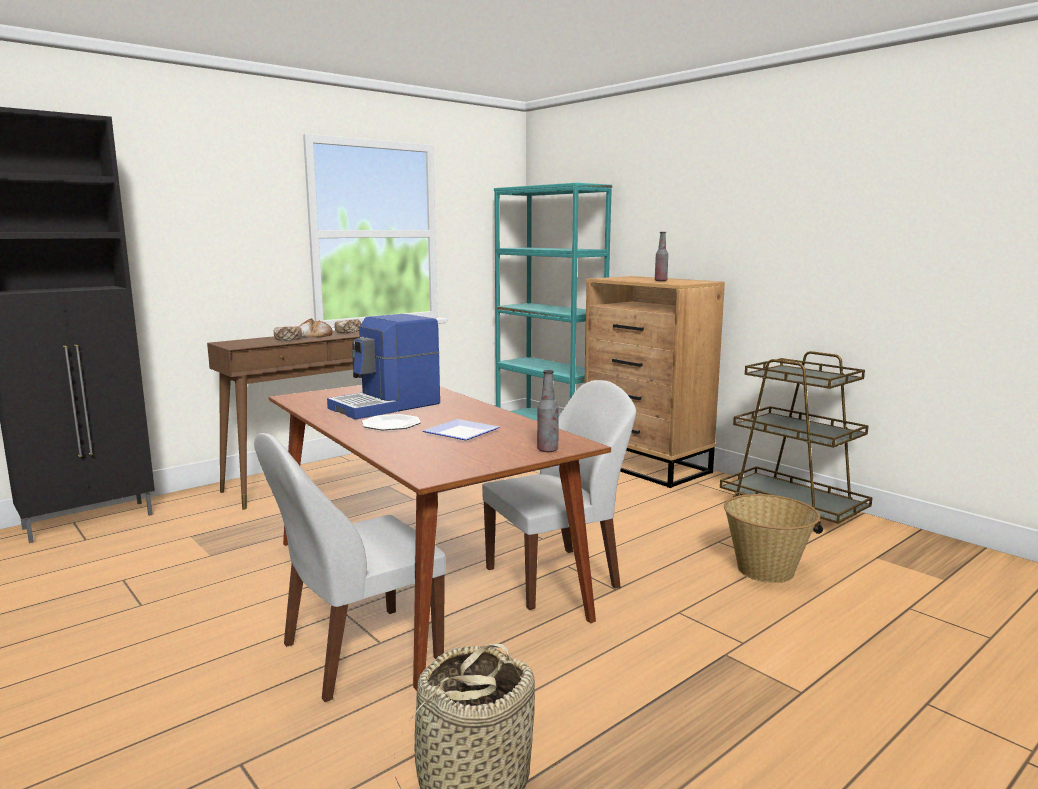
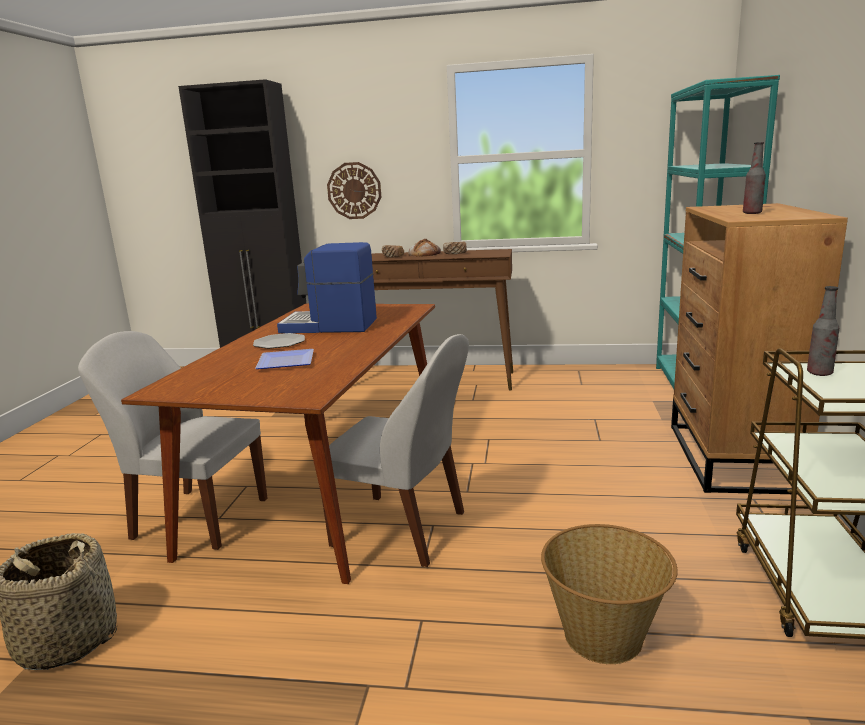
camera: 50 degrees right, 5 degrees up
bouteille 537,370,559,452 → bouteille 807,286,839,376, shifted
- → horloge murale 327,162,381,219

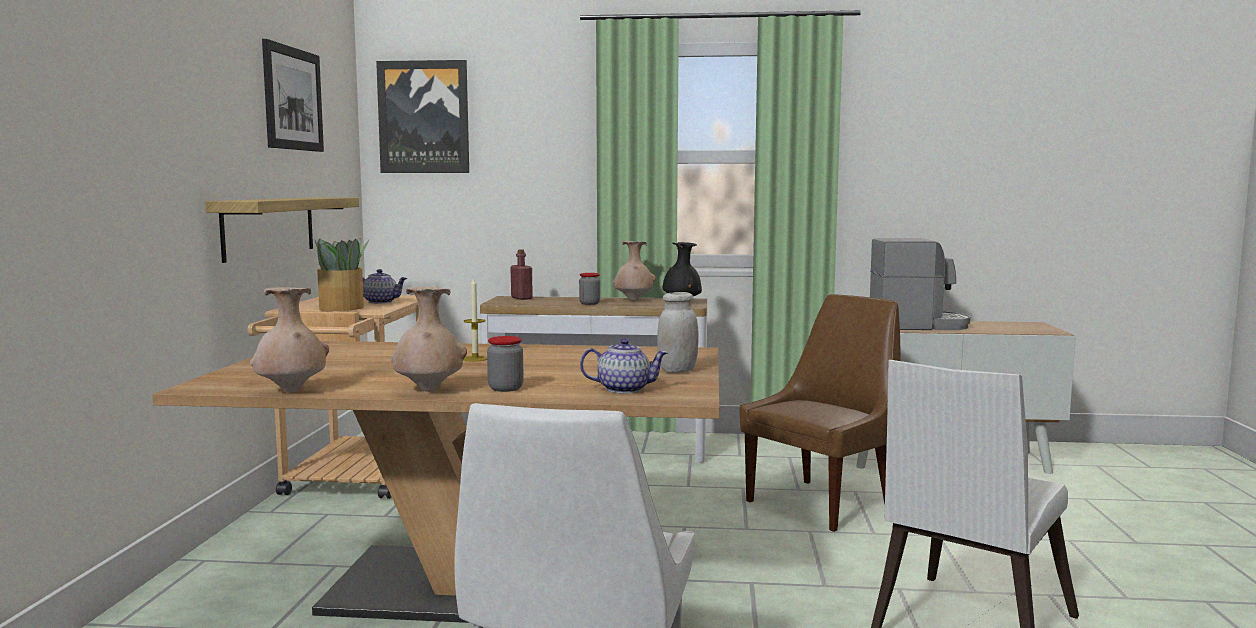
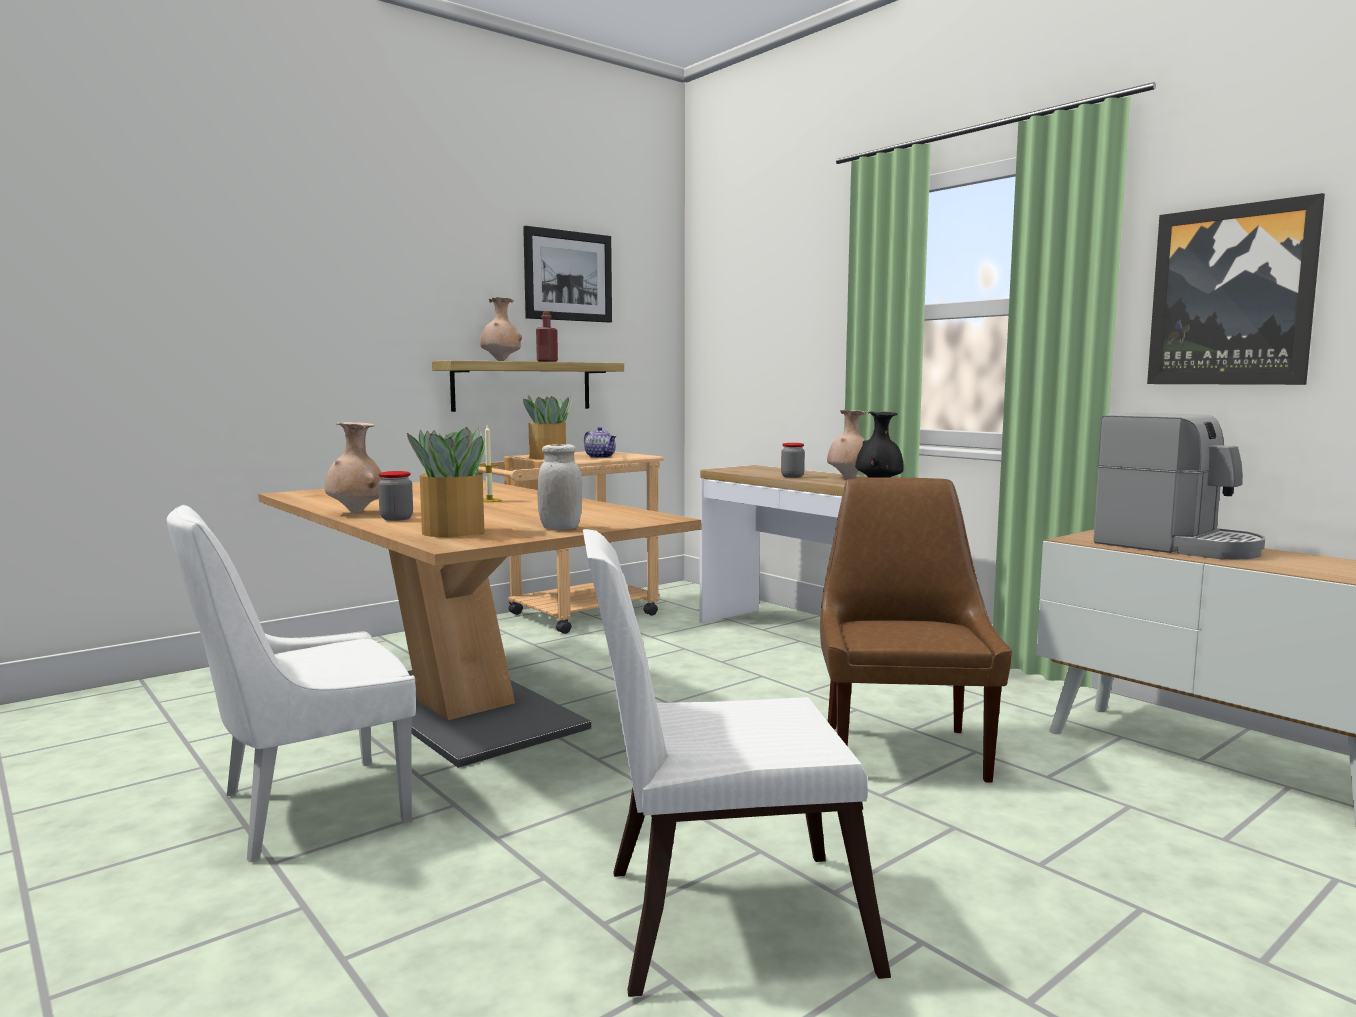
camera: 45 degrees right, 0 degrees up
vase/beige 250,287,329,392 → vase/beige 480,297,522,361, shifted
tableau 376,60,469,173 → tableau 1147,193,1325,385, shifted
bouteille/rouge 510,249,533,300 → bouteille/rouge 536,311,558,362, shifted
théière 580,338,668,394 → plante en pot 407,427,485,537
chaise/marron 739,294,901,532 → chaise/marron 820,477,1012,783, 90 degrees counterclockwise

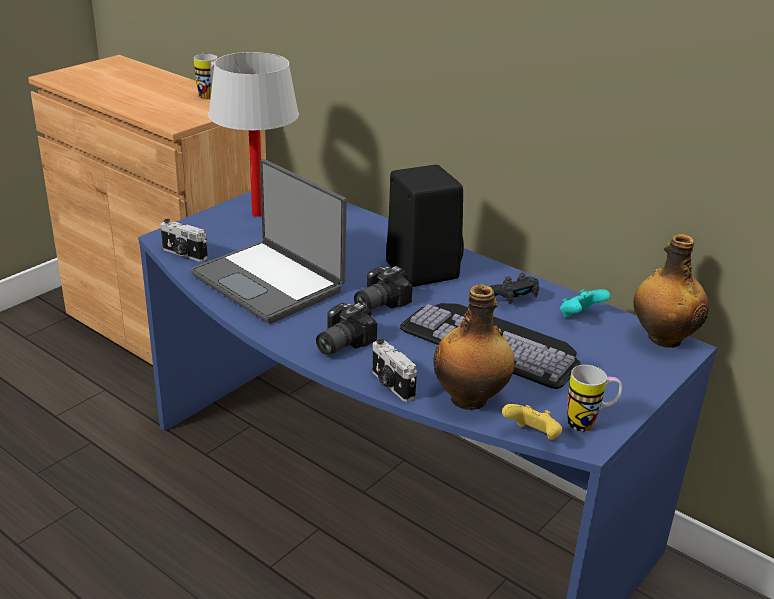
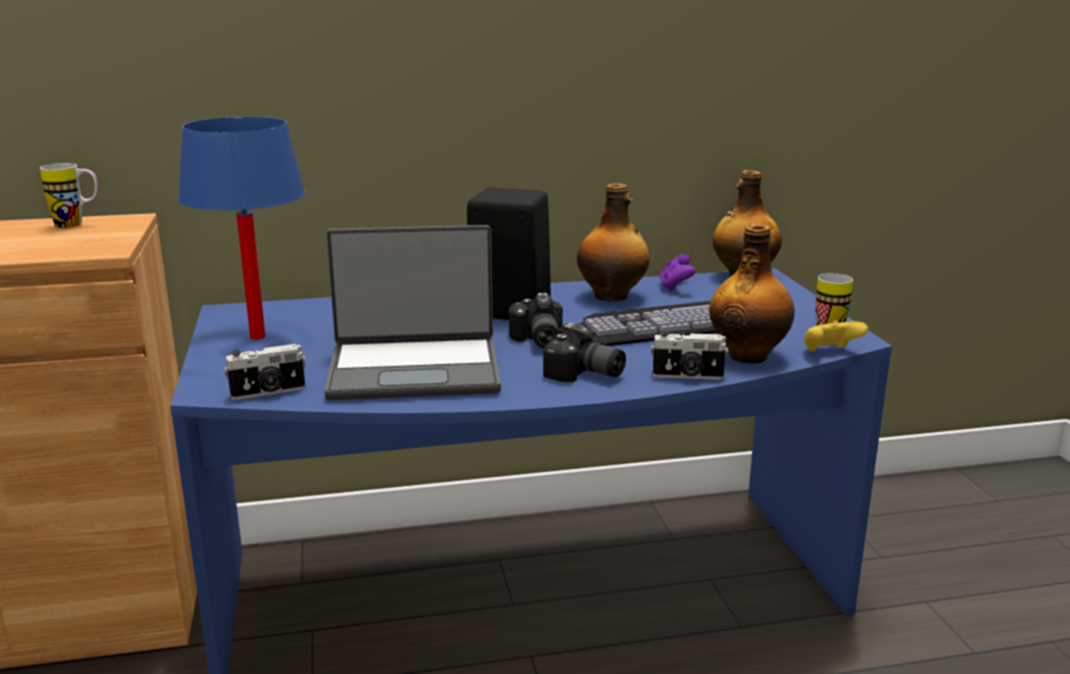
camera: 50 degrees left, 10 degrees down
lampe de table/blanc 208,52,299,217 → lampe de table/bleu 178,117,305,339
appareil photo 316,303,377,355 → appareil photo 543,323,626,382, 45 degrees counterclockwise
manette/noir 489,273,539,304 → bouteille 577,183,650,302
manette/turquoise 560,289,611,318 → manette/violet 659,254,696,291

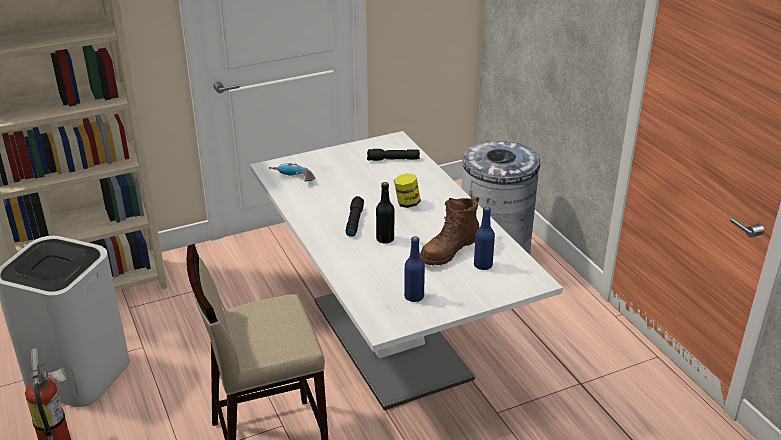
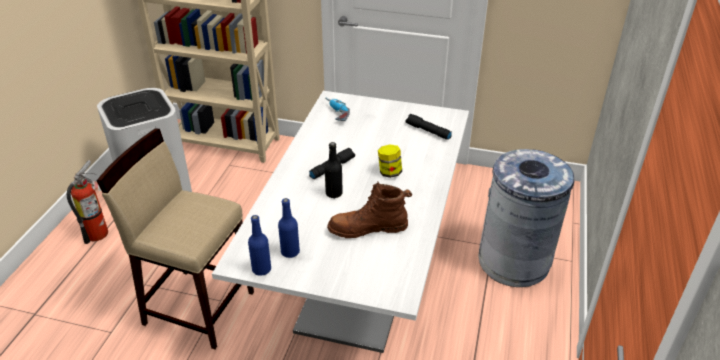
camera: 40 degrees right, 5 degrees up
bouteille/bleu 474,207,495,270 → bouteille/bleu 248,215,271,276, shifted

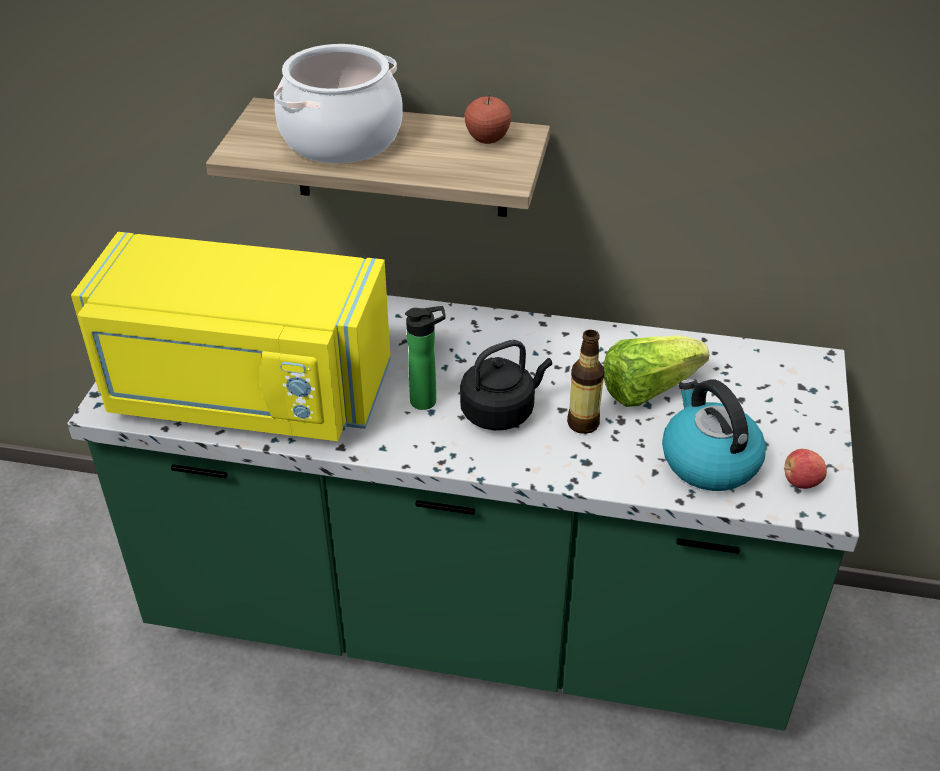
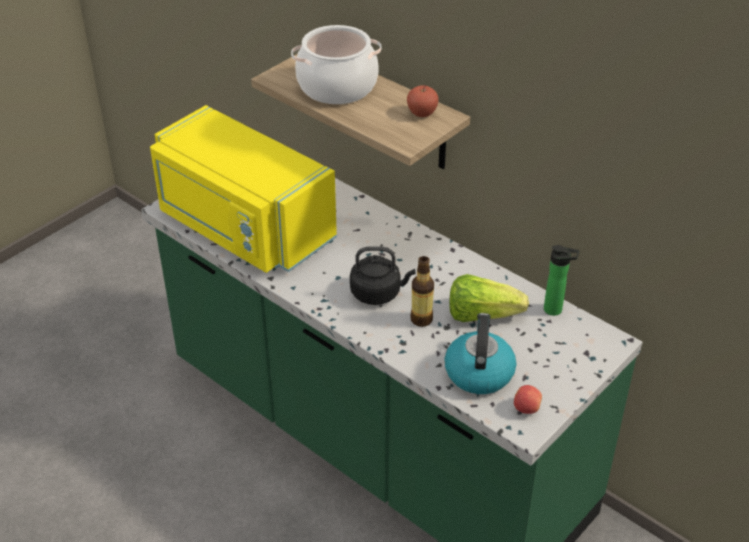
camera: 30 degrees right, 0 degrees up
bouteille 405,306,446,410 → bouteille 544,245,580,316, shifted

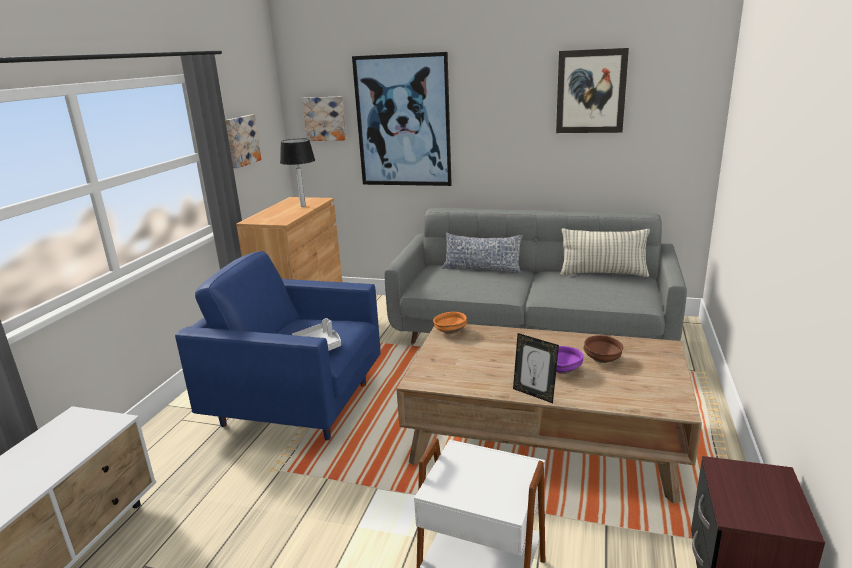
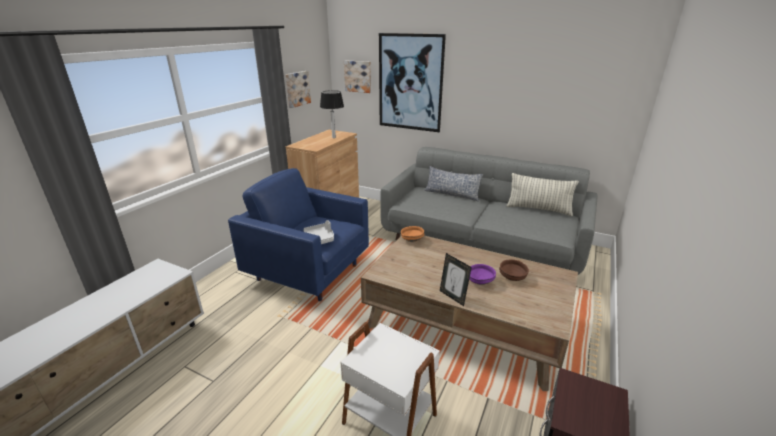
camera: 10 degrees right, 5 degrees up
tableau 556,48,629,133 → -

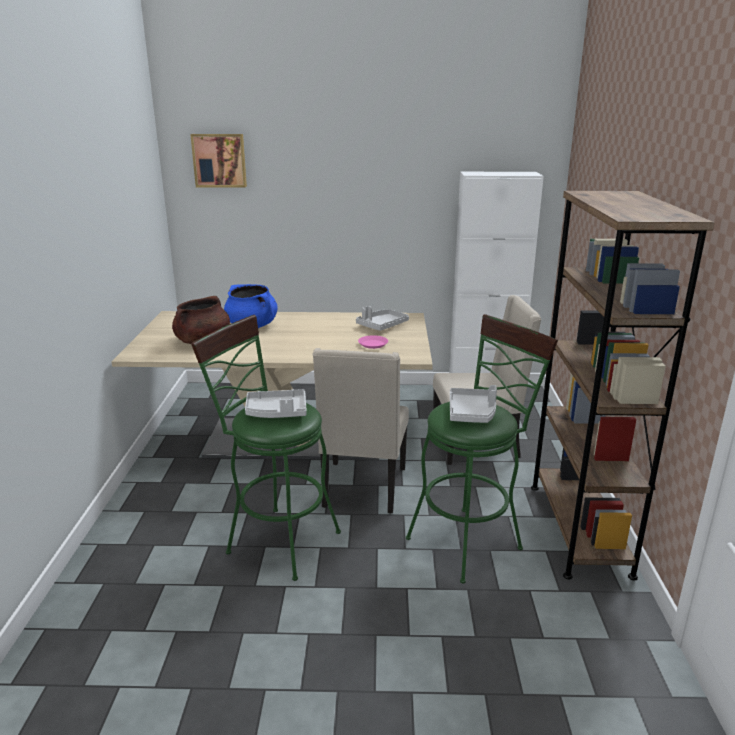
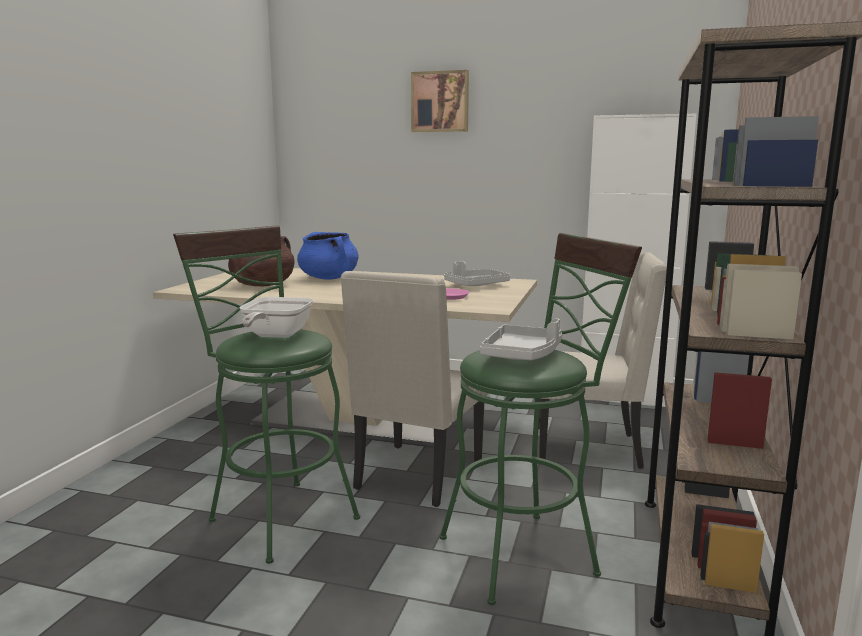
camera: 15 degrees right, 10 degrees down
tableau 190,134,247,188 → tableau 411,70,469,132, shifted
plateau/gris 245,389,307,418 → poêle 239,297,313,338

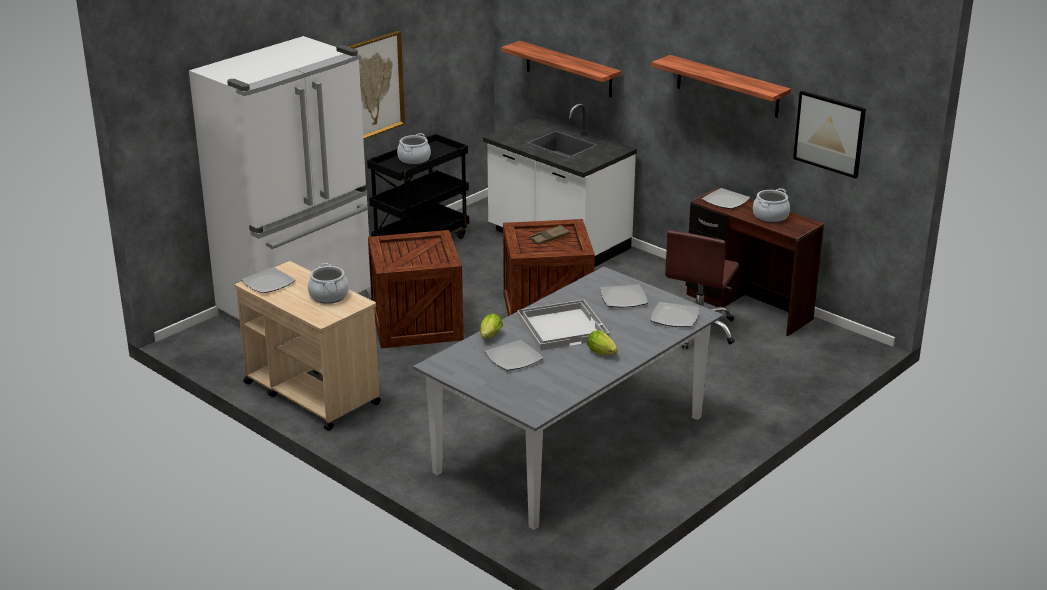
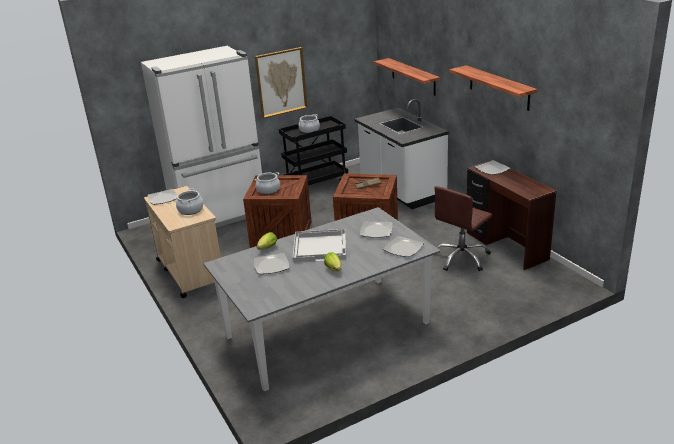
camera: 20 degrees right, 0 degrees up
marmite 753,188,790,223 → marmite 254,172,280,194, shifted
tableau 793,91,866,179 → -

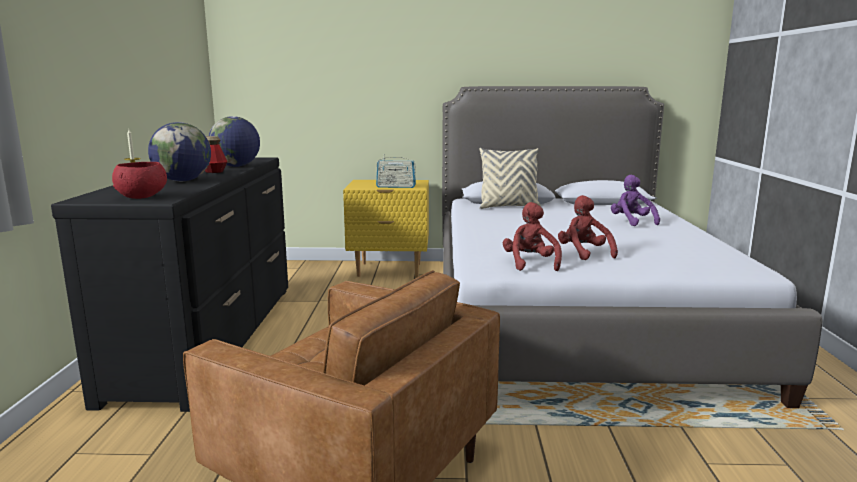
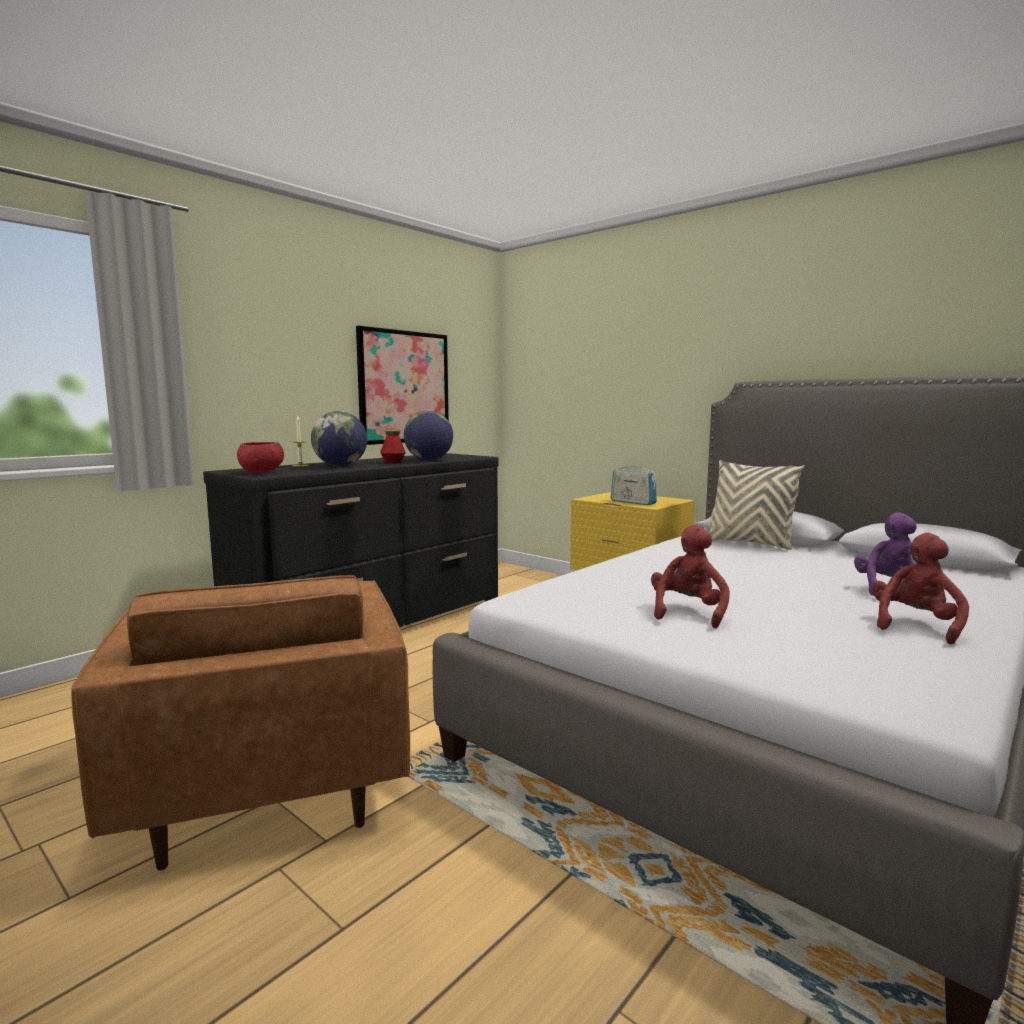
camera: 40 degrees right, 5 degrees down
peluche/rouge 503,202,562,271 → peluche/rouge 872,533,969,644, shifted
- → tableau 356,326,449,445

